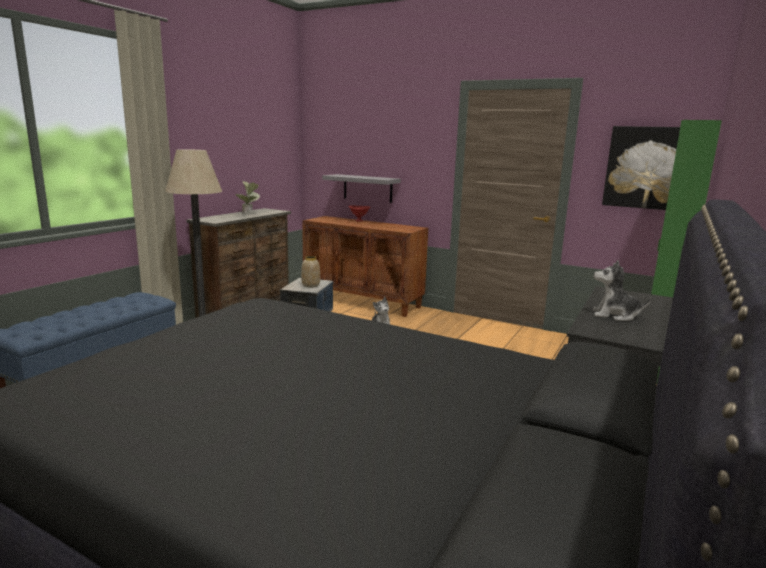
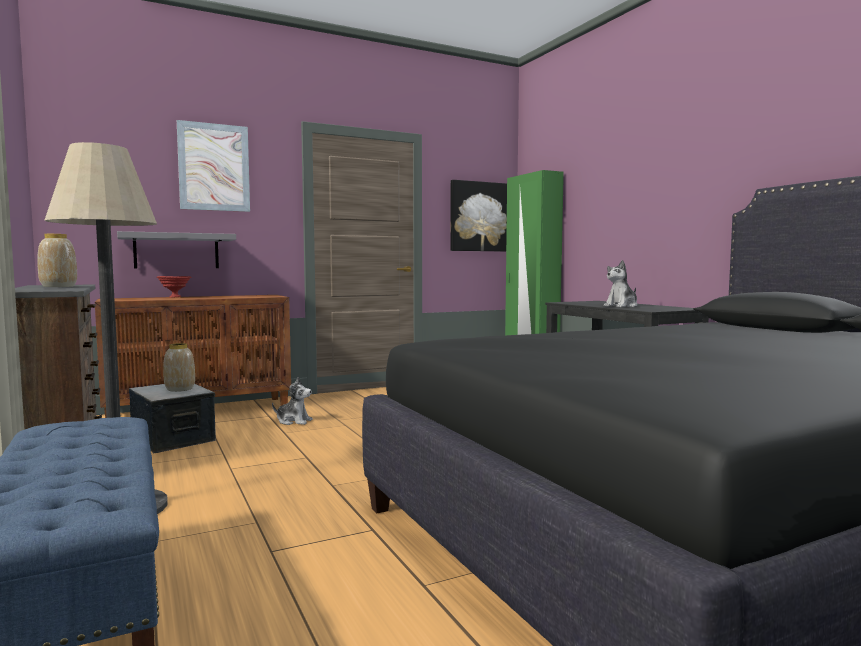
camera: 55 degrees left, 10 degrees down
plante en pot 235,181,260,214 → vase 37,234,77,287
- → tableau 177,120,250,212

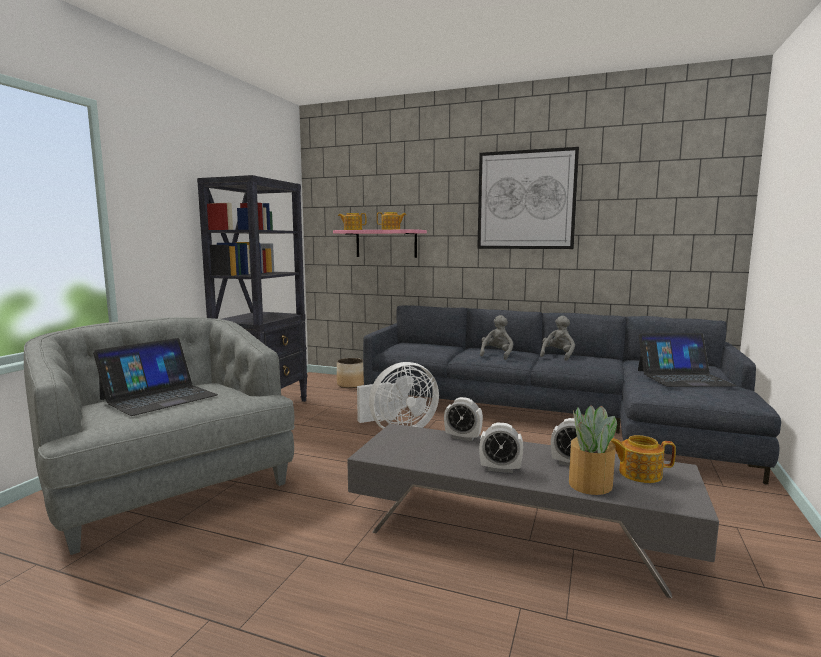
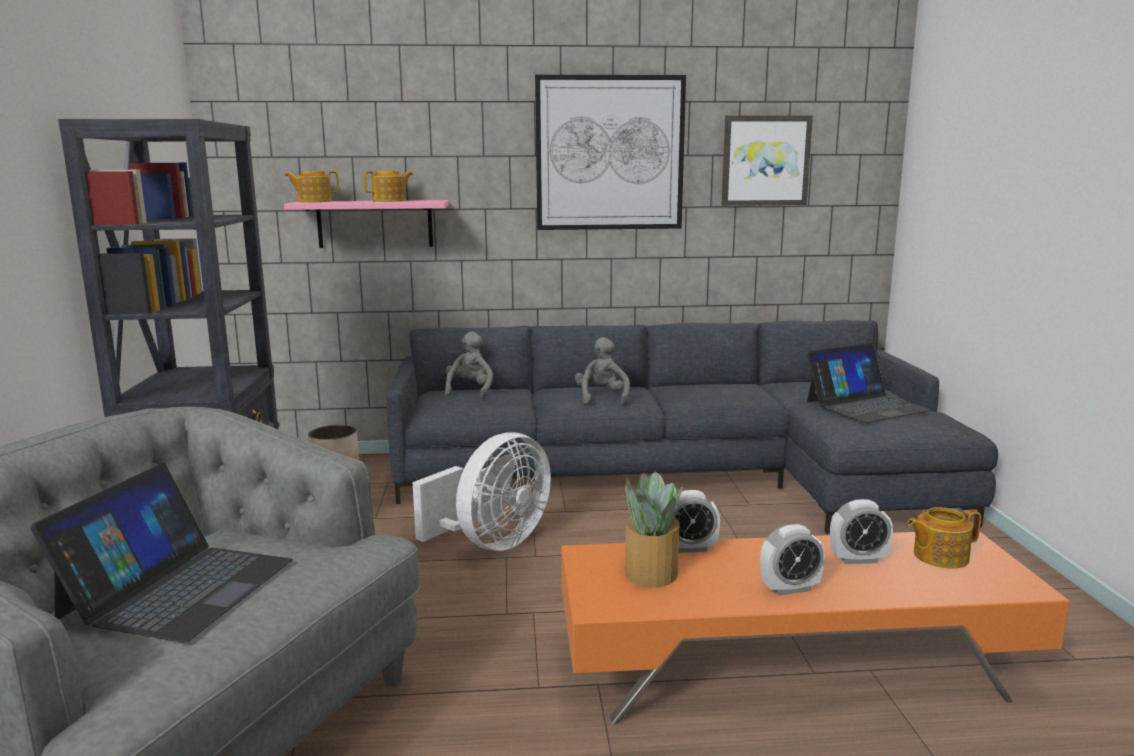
camera: 25 degrees left, 5 degrees up
table basse/gris 347,423,719,598 → table basse/orange 561,532,1070,724
peluche/gris 540,316,575,361 → peluche/gris 445,331,493,399, shifted
plante en pot 569,405,619,495 → plante en pot 625,472,683,588, shifted
- → tableau 722,116,813,206

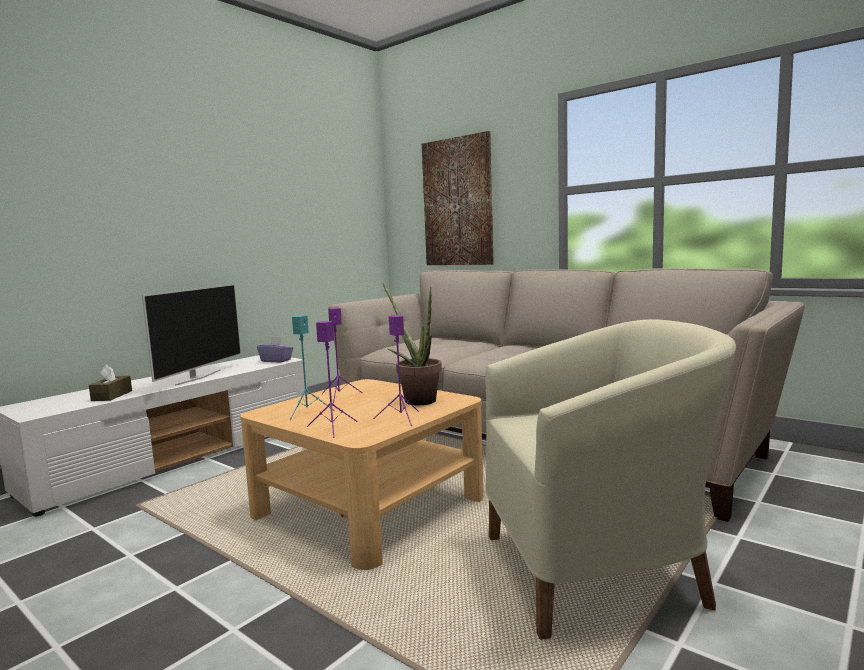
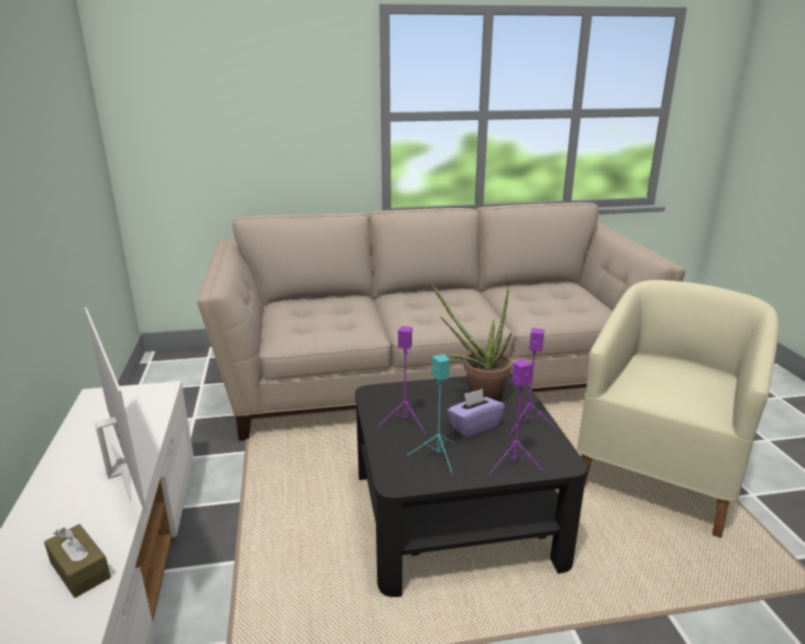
camera: 50 degrees left, 15 degrees up
table basse/beige 240,379,484,570 → table basse/noir 355,373,587,597
boîte à mouchoirs/violet 257,336,293,363 → boîte à mouchoirs/violet 447,388,505,438, shifted
tableau 422,131,494,265 → -

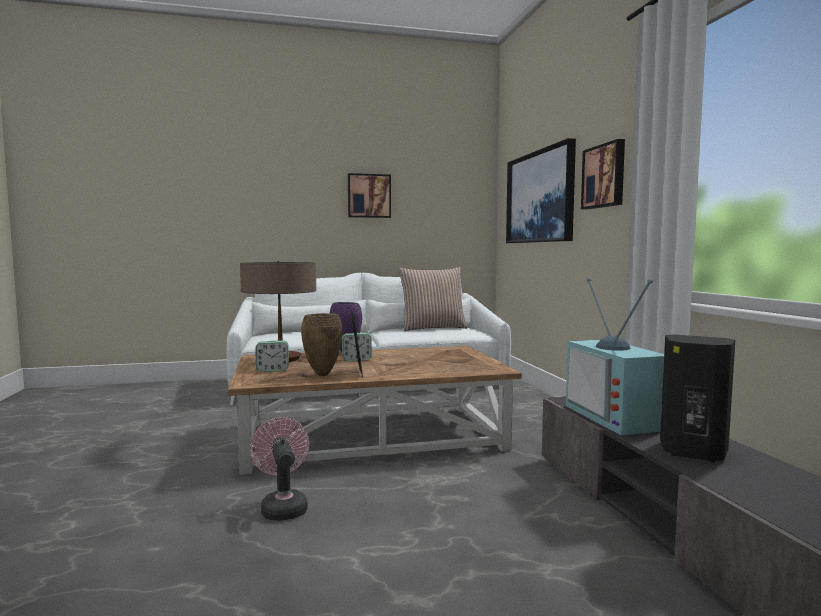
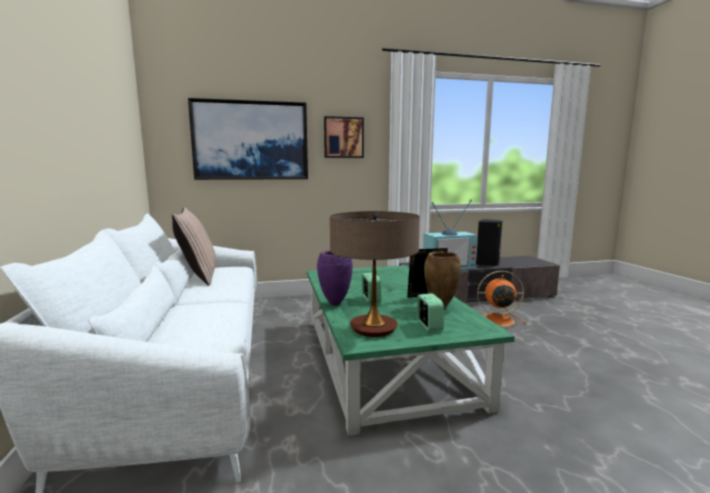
camera: 90 degrees left, 5 degrees up
table basse/marron 228,346,522,475 → table basse/vert 307,265,515,436
ventilateur/rose 250,417,309,521 → -
tableau 348,173,391,218 → -
- → ventilateur/orange 477,271,526,329

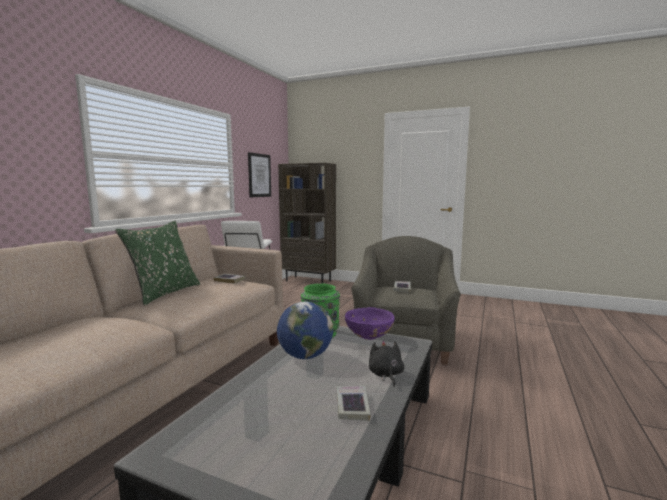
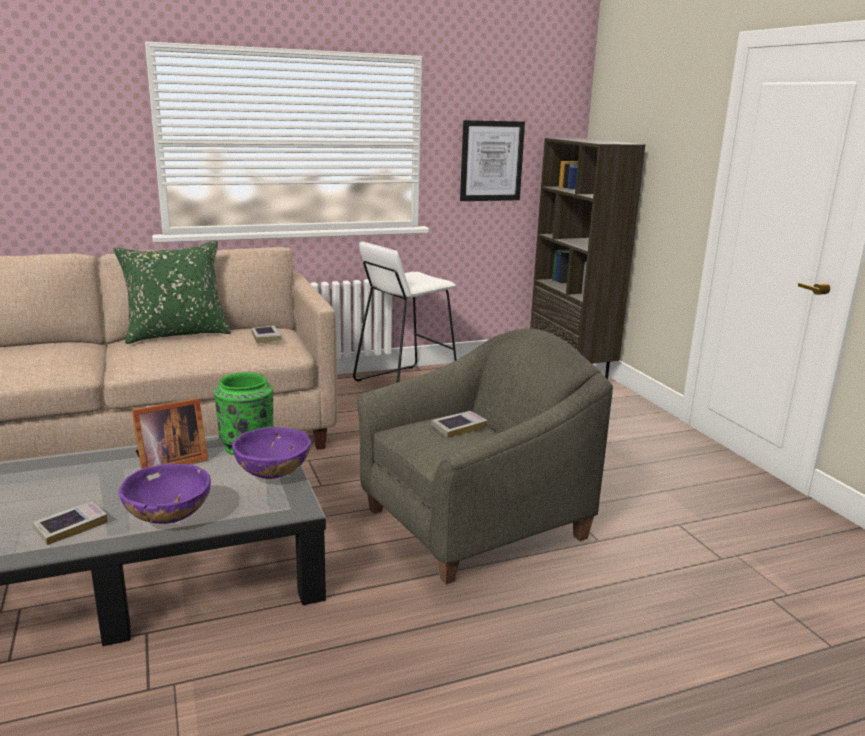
camera: 45 degrees right, 10 degrees up
globe 277,302,333,359 → cadre photo 132,398,208,469
peluche/noir 369,340,404,387 → bol/violet 119,464,211,524

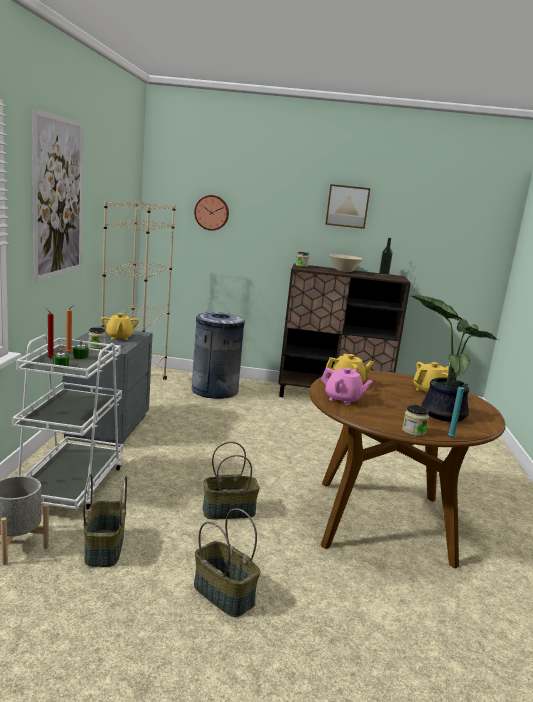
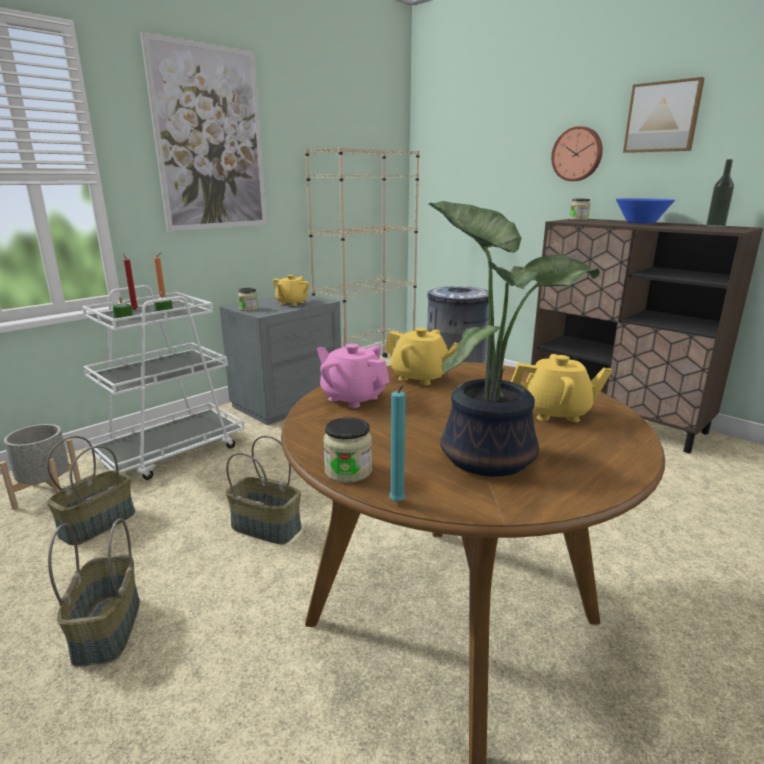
camera: 40 degrees right, 5 degrees up
horloge murale 194,195,229,231 → horloge murale 551,126,603,181, shifted
théière/rose 321,368,373,405 → théière/rose 317,344,389,408, 150 degrees clockwise
bol/beige 329,254,363,272 → bol/bleu 616,198,675,224

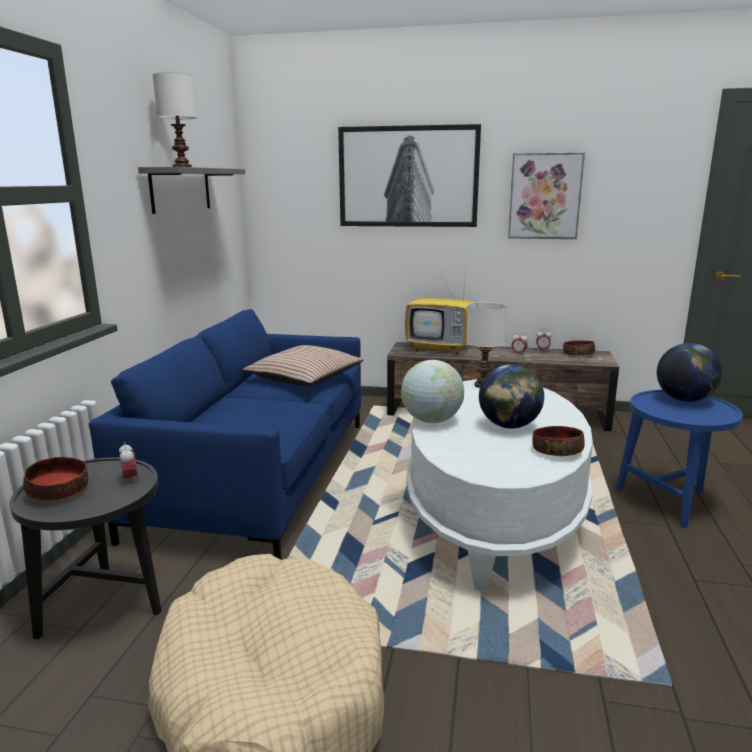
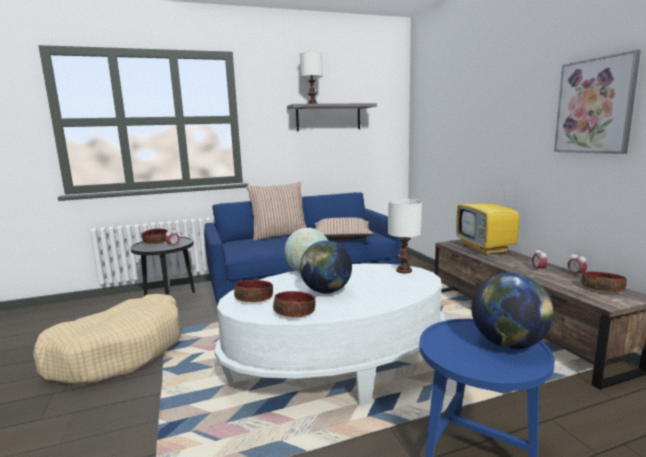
camera: 60 degrees right, 5 degrees down
tableau 338,124,481,227 → -
- → bol 234,280,273,302
- → coussin 247,181,307,241

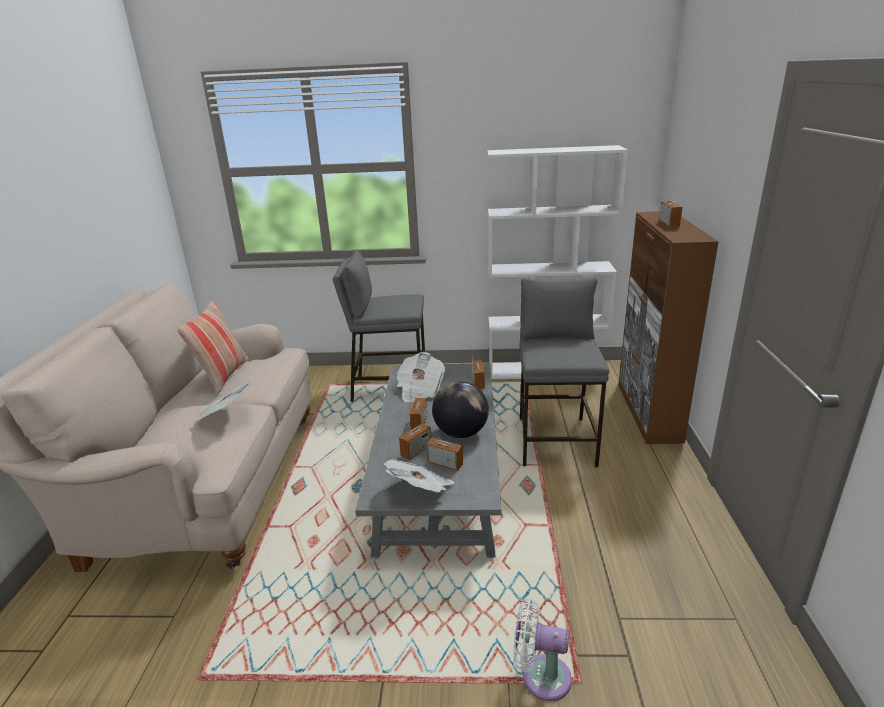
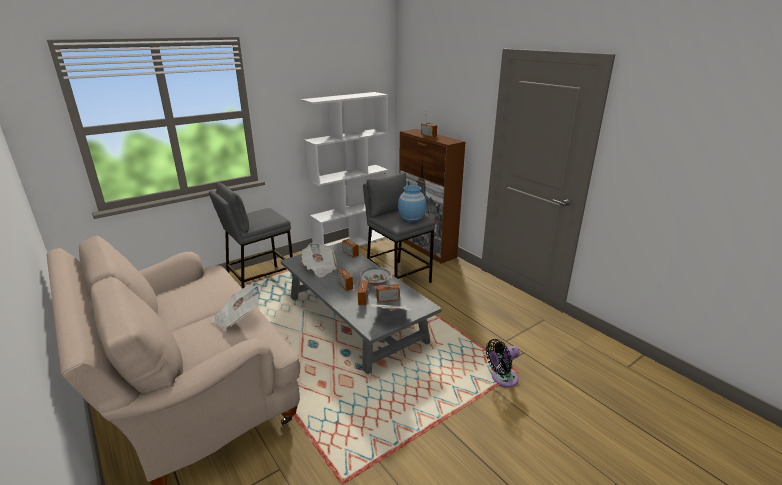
camera: 40 degrees left, 0 degrees up
coussin 177,300,249,394 → -
globe 432,381,489,438 → bol 360,267,392,286
ventilateur/blanc 513,598,572,701 → ventilateur/noir 486,339,520,387
- → vase/bleu 398,185,426,222

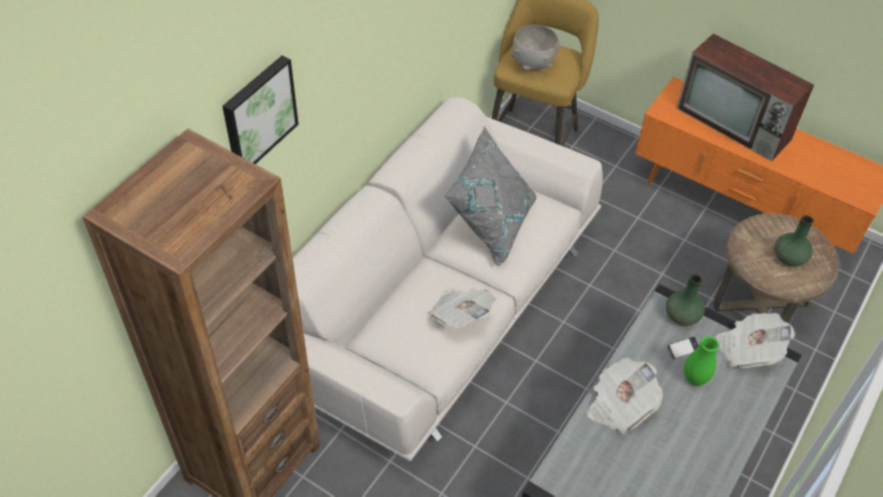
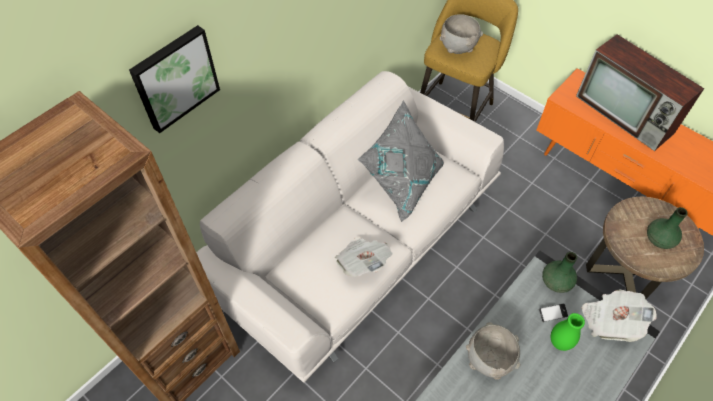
camera: 10 degrees right, 5 degrees up
journal 586,358,663,434 → bol/gris 466,322,520,380

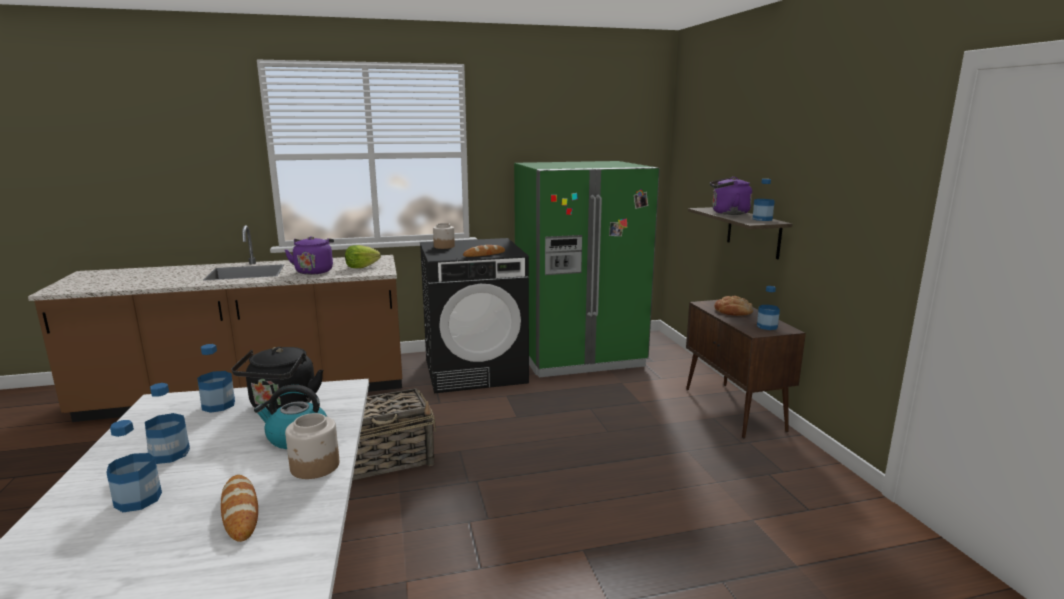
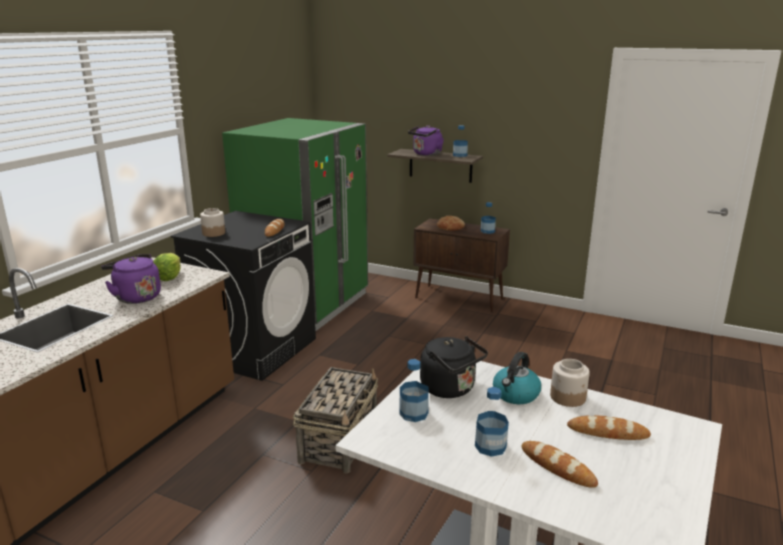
camera: 50 degrees left, 5 degrees up
bouteille 106,420,162,512 → pain 522,441,598,488

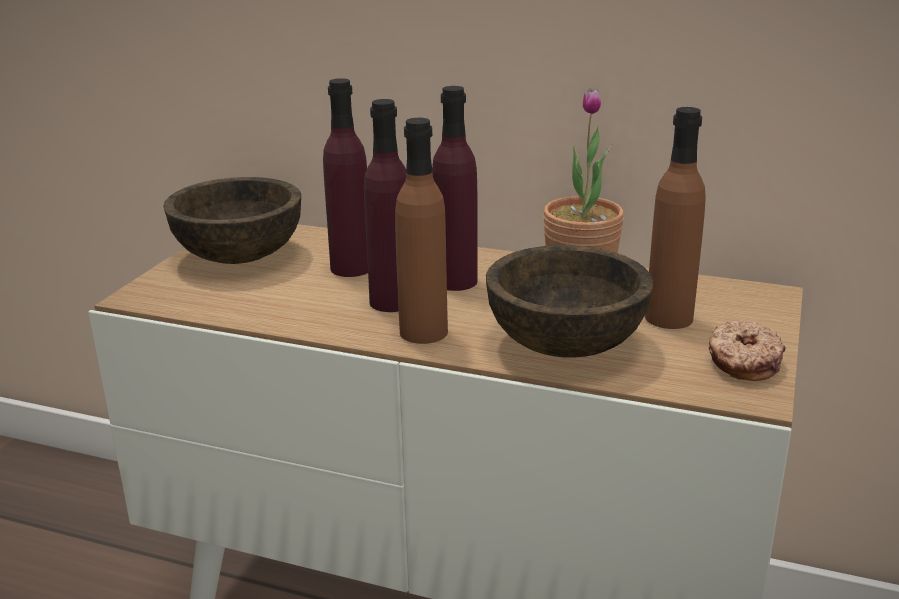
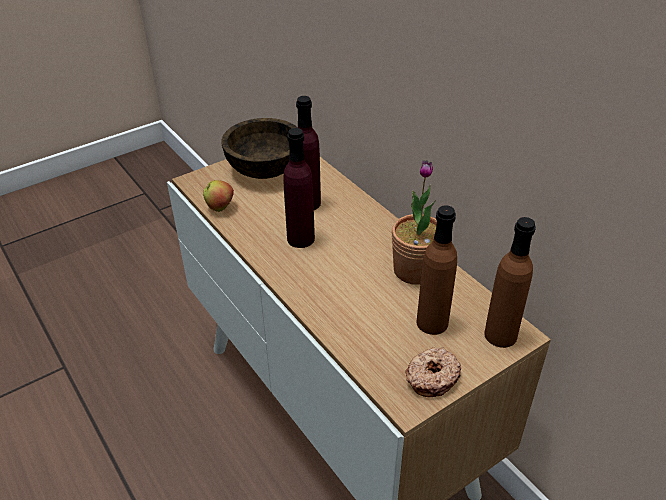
camera: 35 degrees right, 15 degrees up
bouteille/marron 395,118,448,344 → bouteille/marron 484,217,536,348, shifted
bouteille/violet 432,86,478,291 → -
bol/marron 486,245,653,358 → -
- → pomme 203,180,234,212

